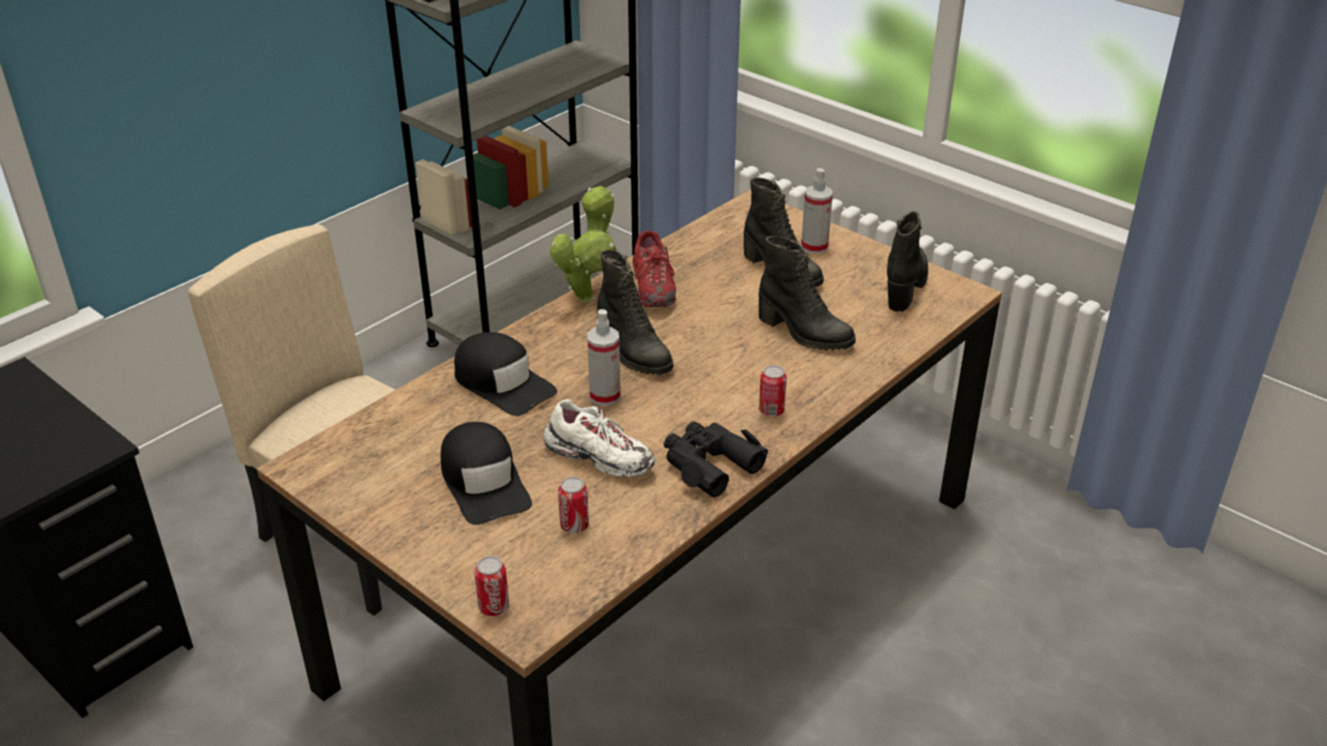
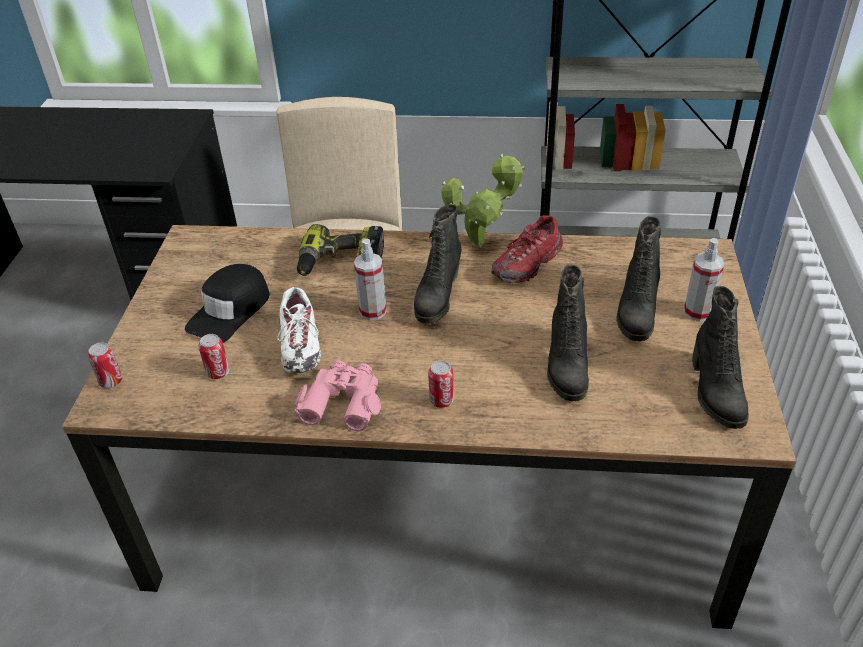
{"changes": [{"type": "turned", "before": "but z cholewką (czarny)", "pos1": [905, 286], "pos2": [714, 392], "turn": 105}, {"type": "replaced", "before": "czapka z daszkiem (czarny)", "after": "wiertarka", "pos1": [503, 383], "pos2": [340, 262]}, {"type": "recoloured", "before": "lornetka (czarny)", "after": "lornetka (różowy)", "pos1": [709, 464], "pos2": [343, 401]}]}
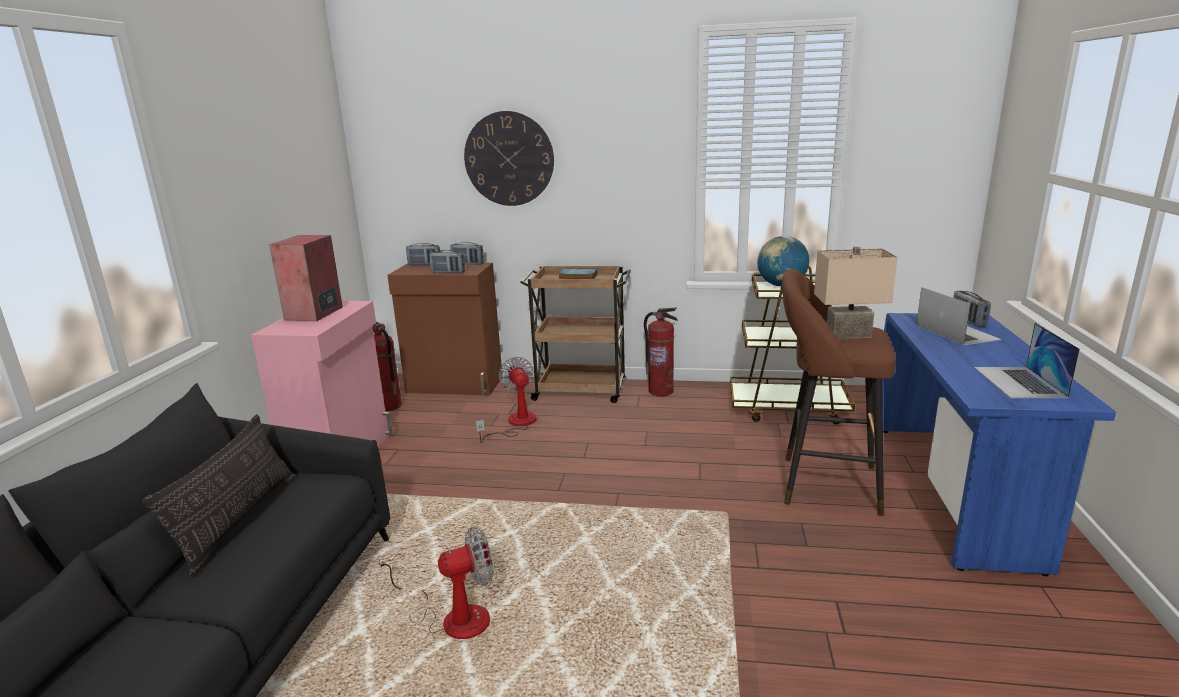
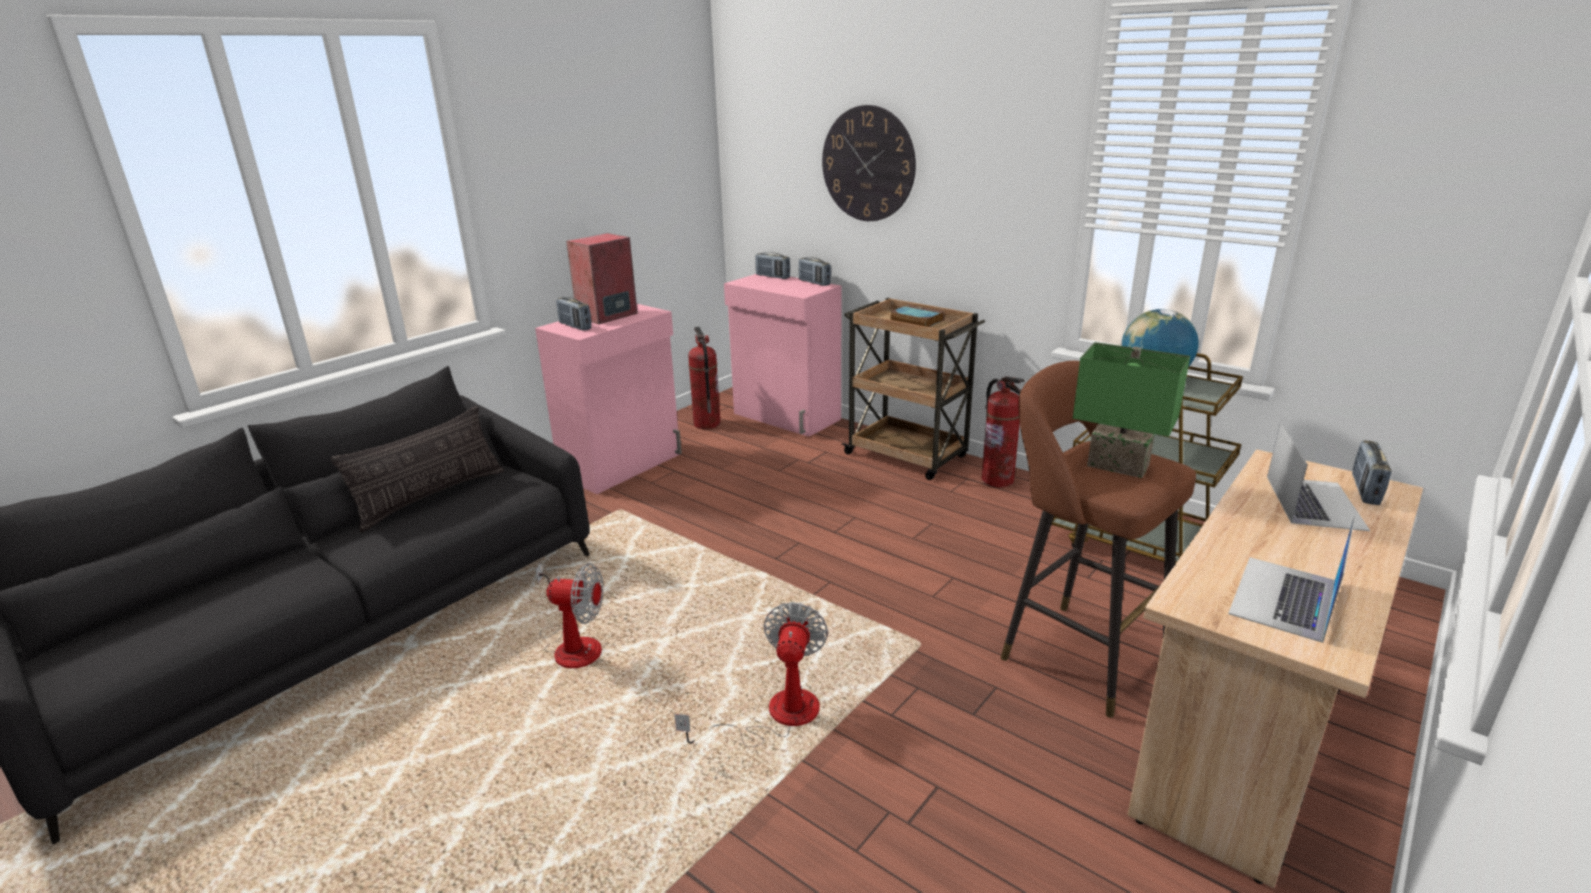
{"changes": [{"type": "recoloured", "before": "lampa stołowa (beżowy)", "after": "lampa stołowa (zielony)", "pos1": [848, 333], "pos2": [1119, 464]}, {"type": "moved", "before": "radio", "pos1": [448, 272], "pos2": [575, 326]}, {"type": "recoloured", "before": "szafka (brązowy)", "after": "szafka (różowy)", "pos1": [455, 385], "pos2": [786, 417]}, {"type": "recoloured", "before": "biurko (niebieski)", "after": "biurko (beżowy)", "pos1": [952, 491], "pos2": [1251, 726]}, {"type": "moved", "before": "wentylator", "pos1": [515, 424], "pos2": [776, 716]}]}
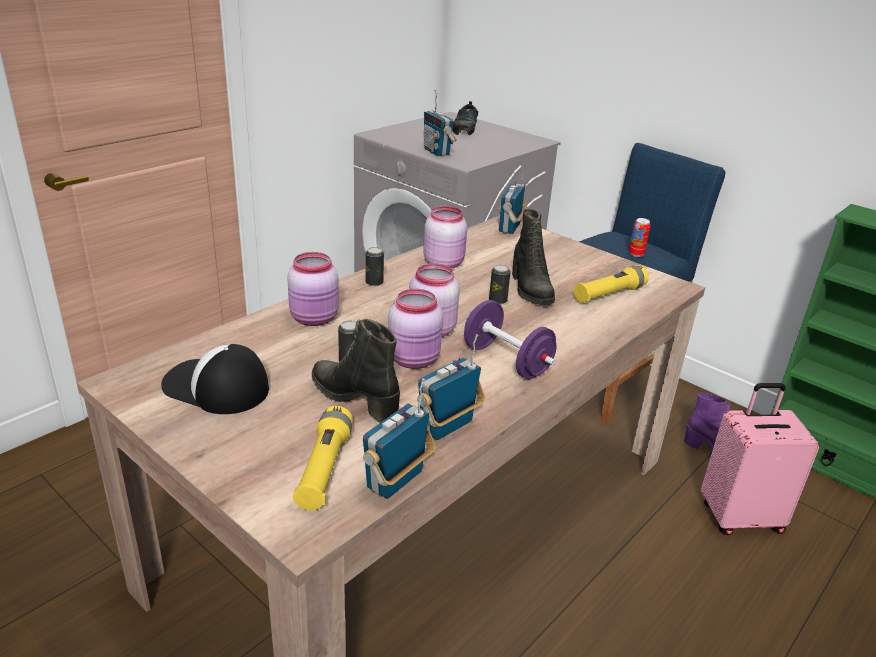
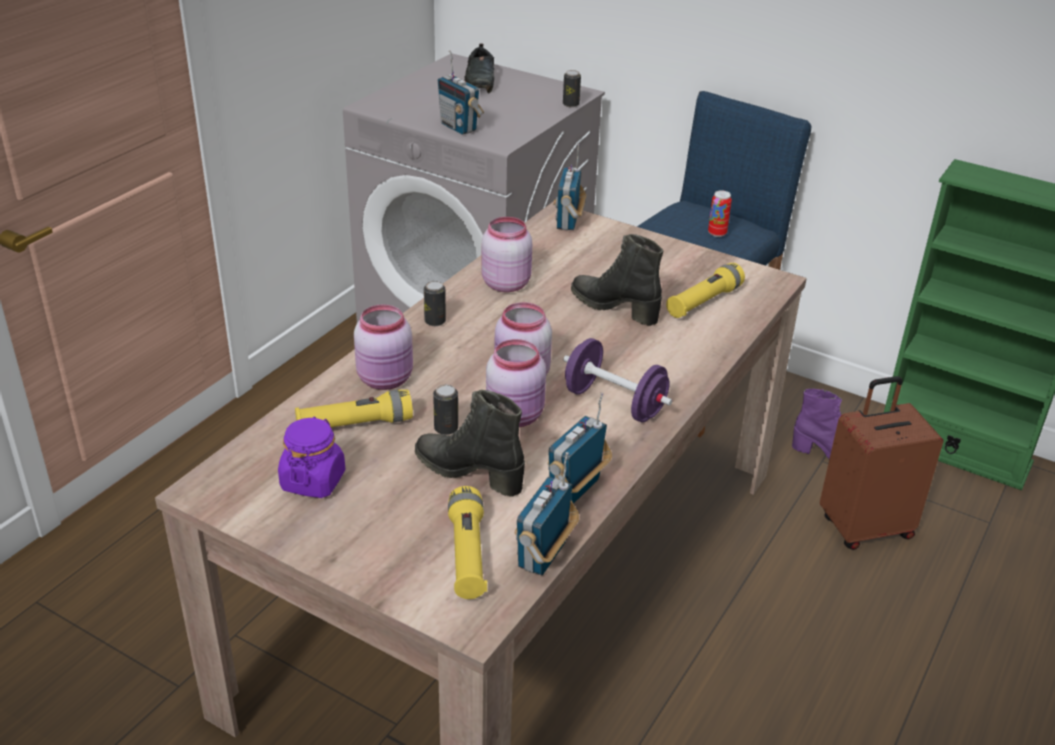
{"changes": [{"type": "turned", "before": "but z cholewką (czarny)", "pos1": [530, 290], "pos2": [615, 307], "turn": 150}, {"type": "moved", "before": "puszka", "pos1": [498, 300], "pos2": [571, 104]}, {"type": "replaced", "before": "czapka z daszkiem", "after": "słoik (fioletowy)", "pos1": [215, 387], "pos2": [313, 481]}, {"type": "recoloured", "before": "walizka (różowy)", "after": "walizka (brązowy)", "pos1": [739, 516], "pos2": [864, 526]}, {"type": "added", "after": "latarka (żółty)", "pos2": [355, 425]}]}
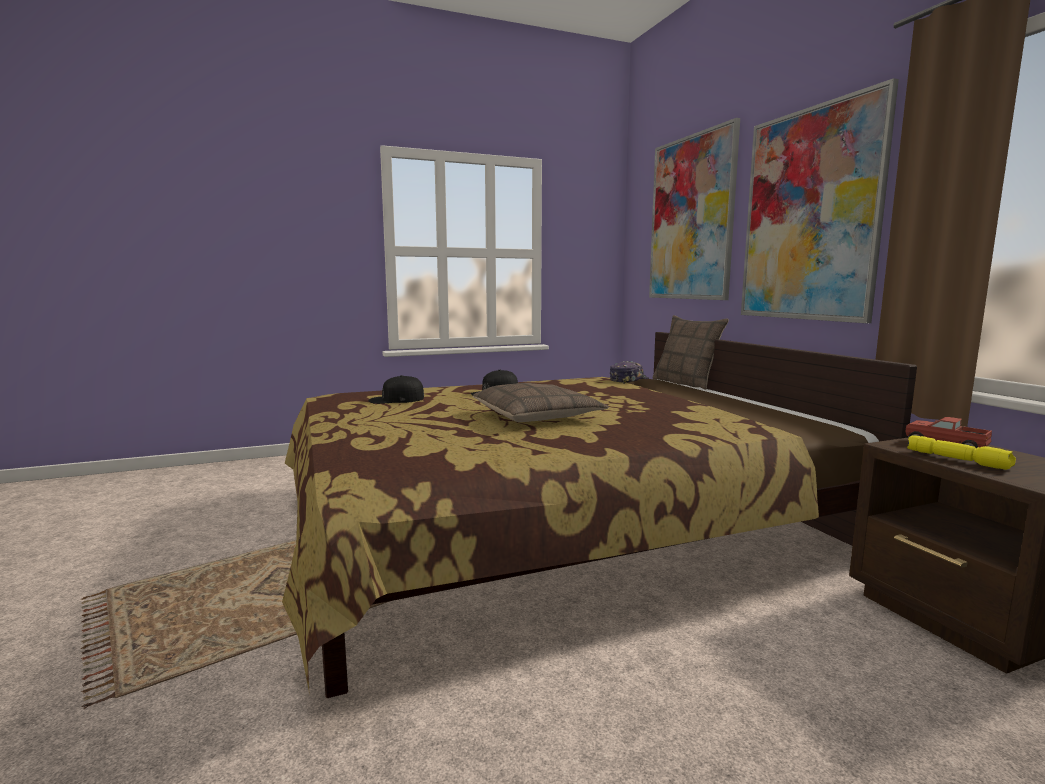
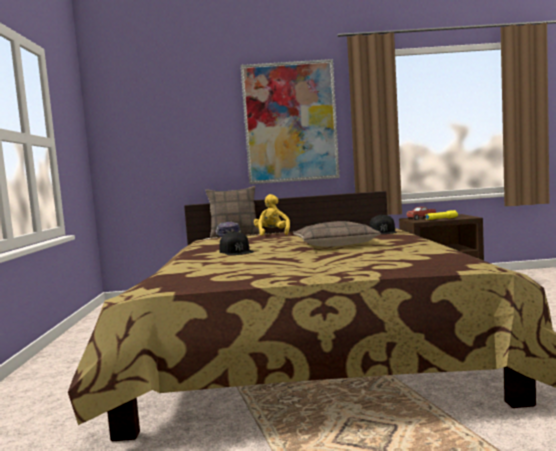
{"changes": [{"type": "removed", "before": "obraz", "pos1": [691, 218]}, {"type": "moved", "before": "czapka z daszkiem (czarny)", "pos1": [396, 399], "pos2": [383, 231]}, {"type": "added", "after": "pluszak (żółty)", "pos2": [272, 234]}]}
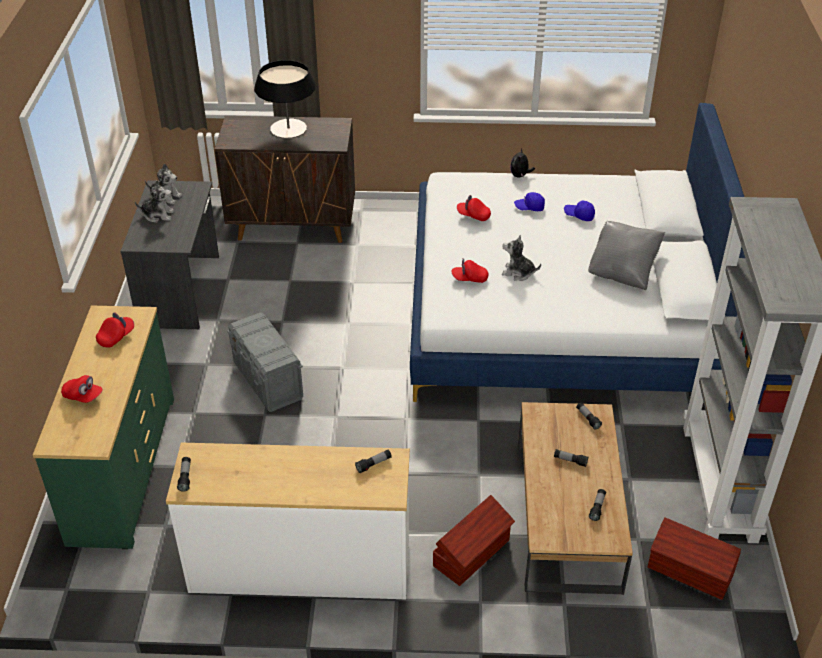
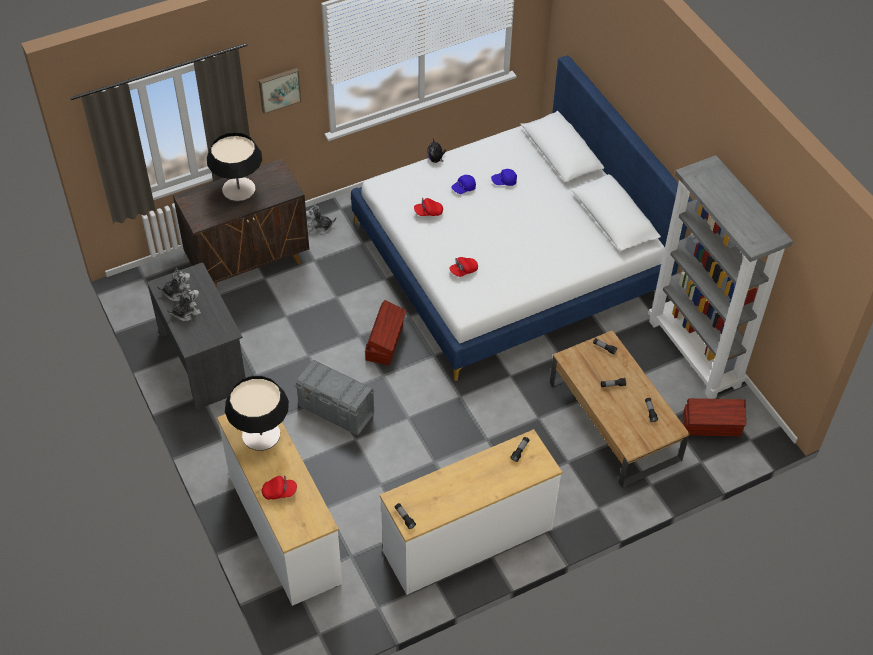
{"changes": [{"type": "removed", "before": "poduszka (szary)", "pos1": [623, 271]}, {"type": "moved", "before": "pluszak", "pos1": [518, 273], "pos2": [320, 228]}, {"type": "recoloured", "before": "komoda (zielony)", "after": "komoda (biały)", "pos1": [122, 469], "pos2": [283, 529]}, {"type": "replaced", "before": "czapka z daszkiem (czerwony)", "after": "lampa stołowa", "pos1": [116, 337], "pos2": [261, 434]}, {"type": "moved", "before": "pojemnik do przechowywania (brązowy)", "pos1": [473, 553], "pos2": [385, 342]}, {"type": "added", "after": "obraz", "pos2": [279, 89]}]}
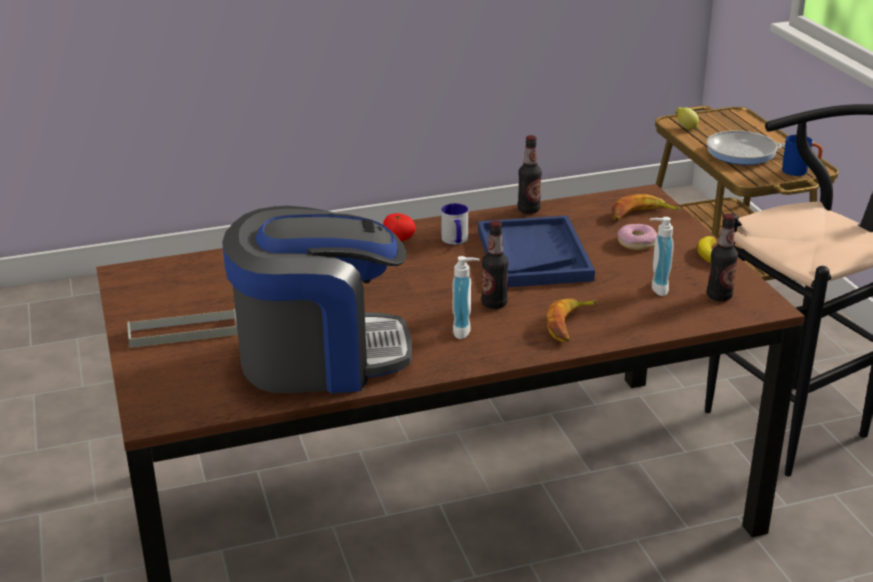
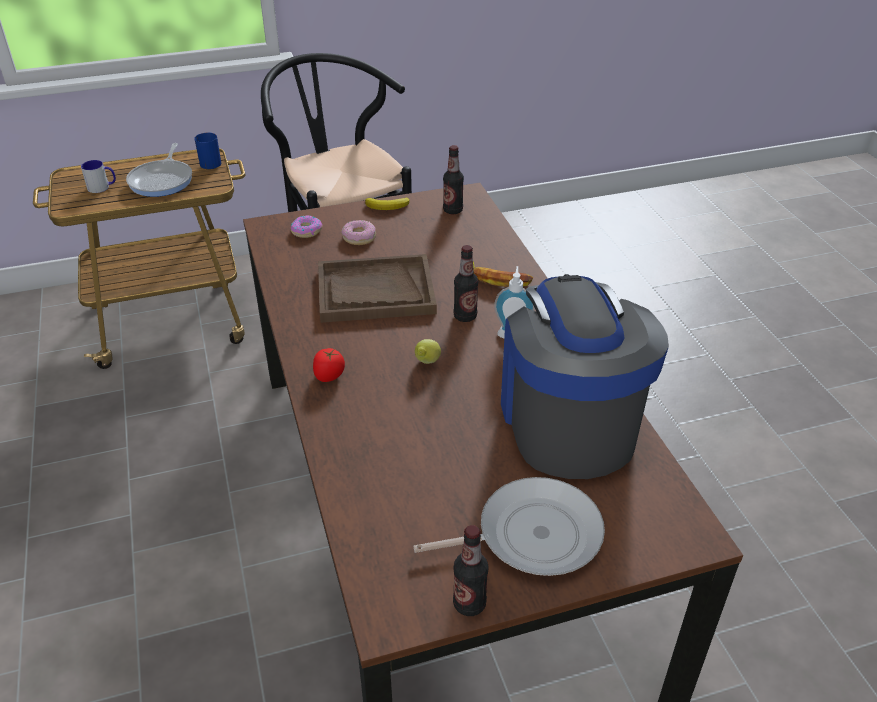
{"changes": [{"type": "moved", "before": "cytryna", "pos1": [686, 128], "pos2": [427, 362]}, {"type": "moved", "before": "butelka", "pos1": [528, 210], "pos2": [469, 604]}, {"type": "replaced", "before": "banan", "after": "donut", "pos1": [641, 215], "pos2": [306, 231]}, {"type": "moved", "before": "kubek", "pos1": [455, 241], "pos2": [102, 187]}, {"type": "recoloured", "before": "taca (niebieski)", "after": "taca (brązowy)", "pos1": [533, 255], "pos2": [375, 291]}, {"type": "removed", "before": "dozownik mydła", "pos1": [656, 288]}, {"type": "replaced", "before": "taca (szary)", "after": "patelnia", "pos1": [183, 332], "pos2": [531, 534]}]}
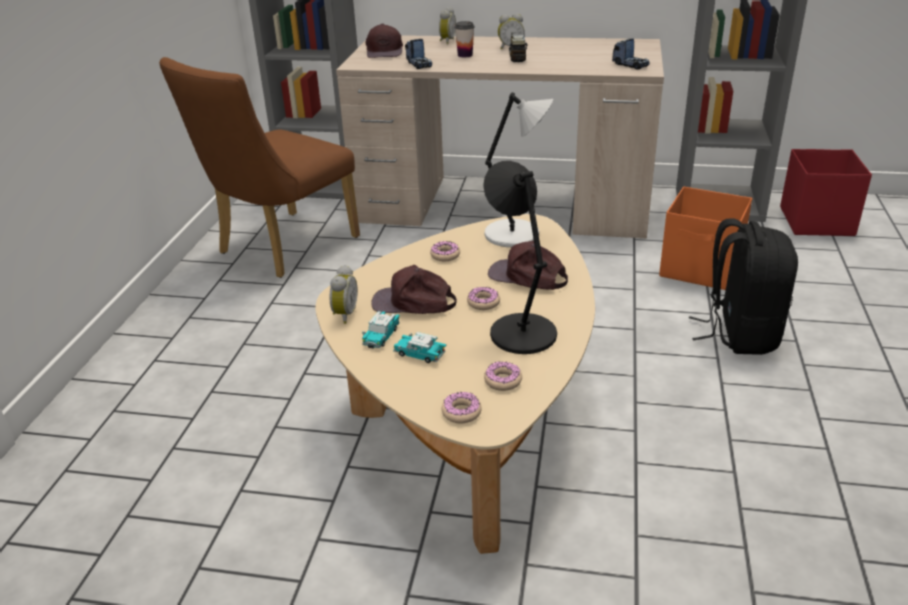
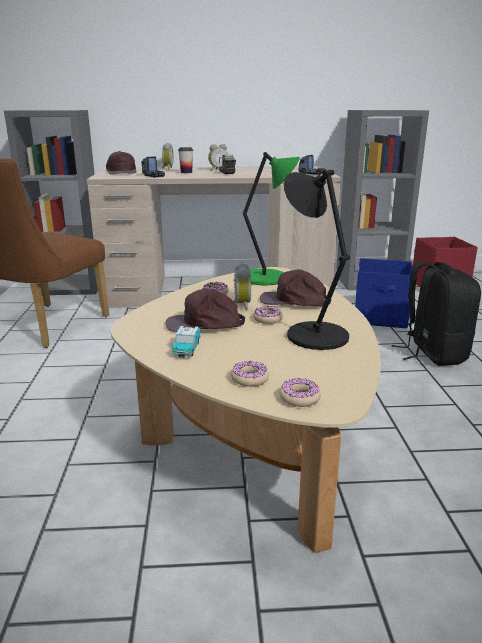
{"changes": [{"type": "recoloured", "before": "lampa stołowa (szary)", "after": "lampa stołowa (zielony)", "pos1": [515, 234], "pos2": [266, 278]}, {"type": "recoloured", "before": "pojemnik do przechowywania (pomarańczowy)", "after": "pojemnik do przechowywania (niebieski)", "pos1": [701, 269], "pos2": [381, 317]}, {"type": "moved", "before": "budzik", "pos1": [343, 314], "pos2": [240, 305]}, {"type": "removed", "before": "samochodzik", "pos1": [420, 354]}, {"type": "moved", "before": "donut", "pos1": [503, 381], "pos2": [250, 379]}]}
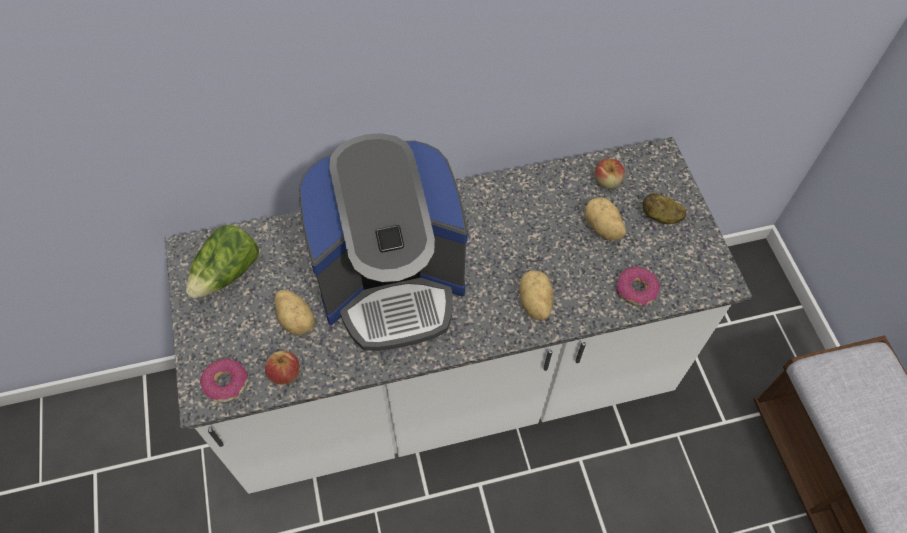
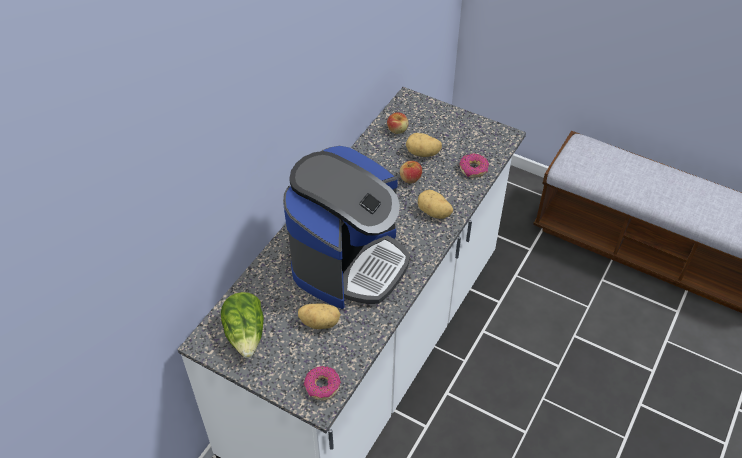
{"changes": [{"type": "removed", "before": "ziemniak", "pos1": [661, 217]}, {"type": "moved", "before": "jabłko", "pos1": [284, 373], "pos2": [410, 178]}]}
